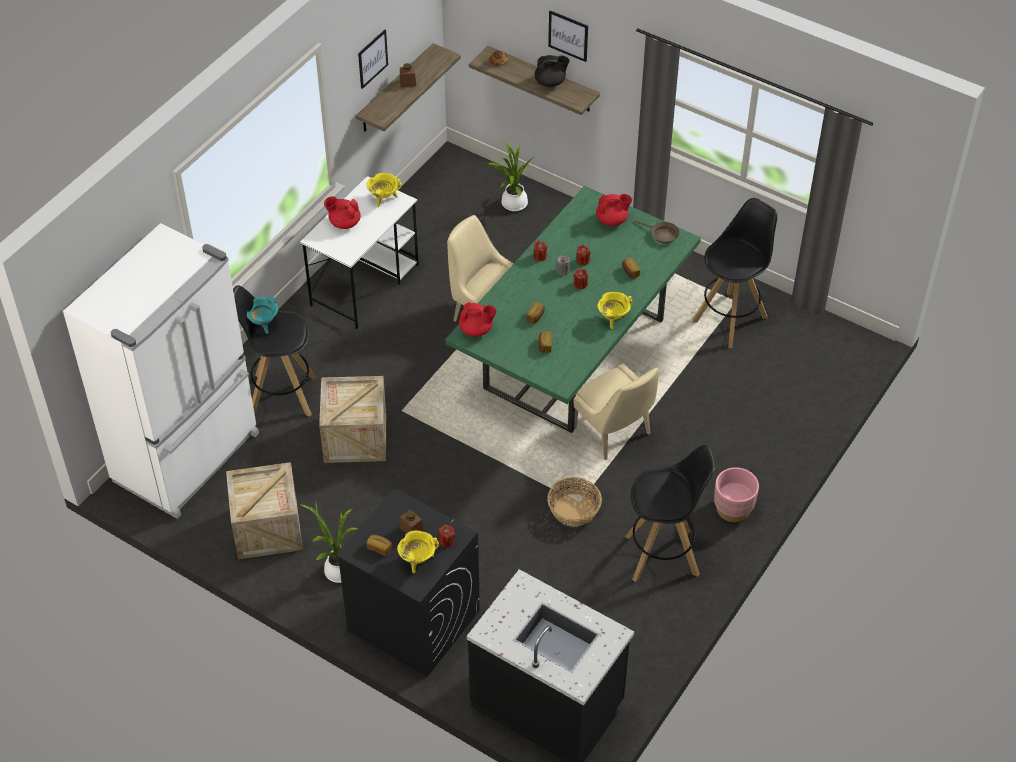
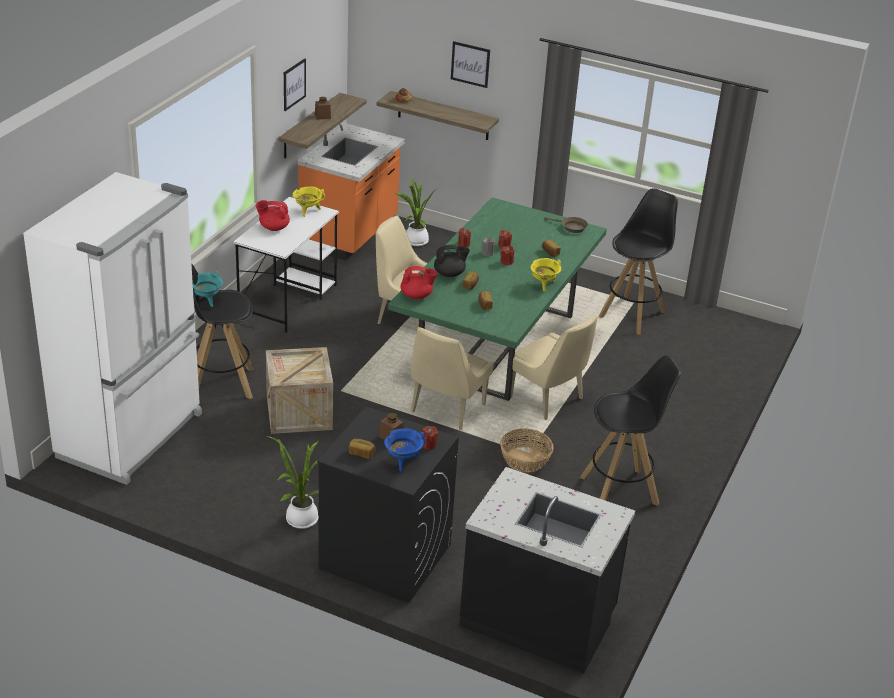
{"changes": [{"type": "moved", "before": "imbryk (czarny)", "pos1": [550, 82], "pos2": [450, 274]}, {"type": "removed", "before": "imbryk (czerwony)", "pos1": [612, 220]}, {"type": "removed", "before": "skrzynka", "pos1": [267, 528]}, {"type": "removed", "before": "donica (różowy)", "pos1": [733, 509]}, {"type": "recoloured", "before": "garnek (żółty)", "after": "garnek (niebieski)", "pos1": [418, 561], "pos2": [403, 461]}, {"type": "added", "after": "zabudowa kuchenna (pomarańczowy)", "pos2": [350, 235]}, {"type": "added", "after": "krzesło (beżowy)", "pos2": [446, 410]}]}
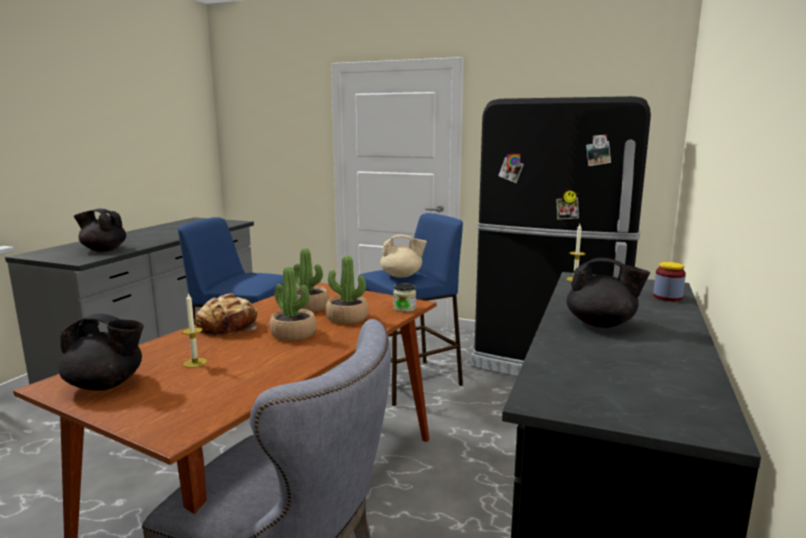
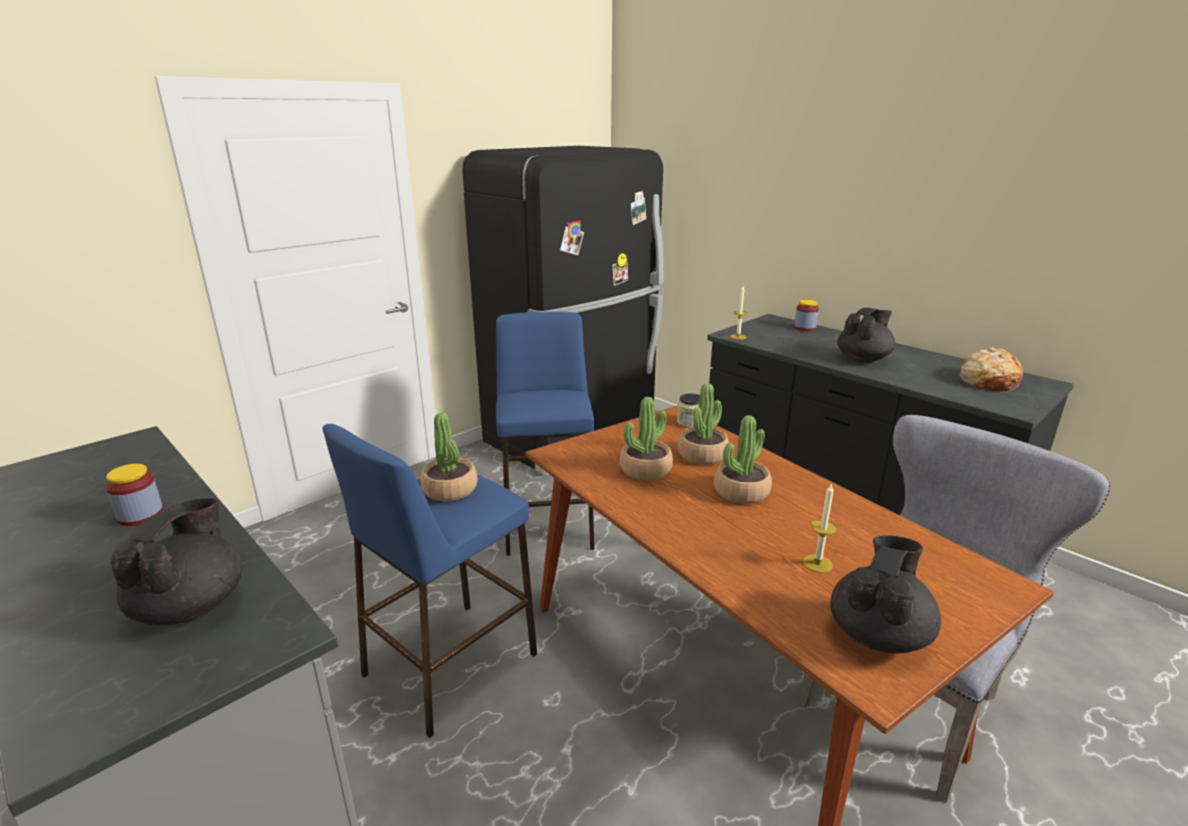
{"changes": [{"type": "turned", "before": "imbryk (czarny)", "pos1": [103, 249], "pos2": [192, 606], "turn": 150}, {"type": "removed", "before": "imbryk (beżowy)", "pos1": [402, 276]}, {"type": "moved", "before": "chleb", "pos1": [228, 327], "pos2": [988, 380]}, {"type": "added", "after": "roślina doniczkowa", "pos2": [450, 489]}, {"type": "added", "after": "słoik", "pos2": [140, 515]}]}
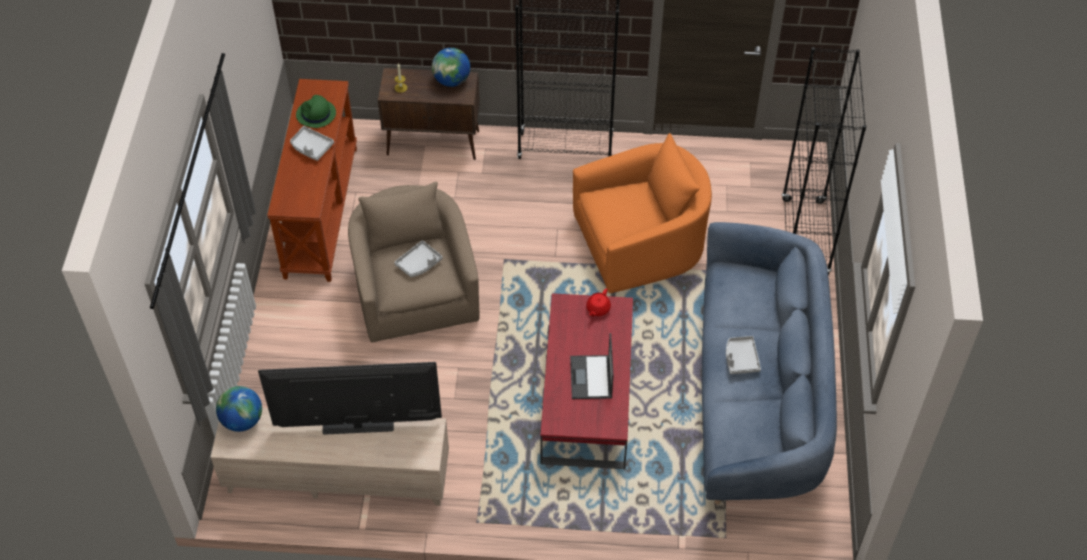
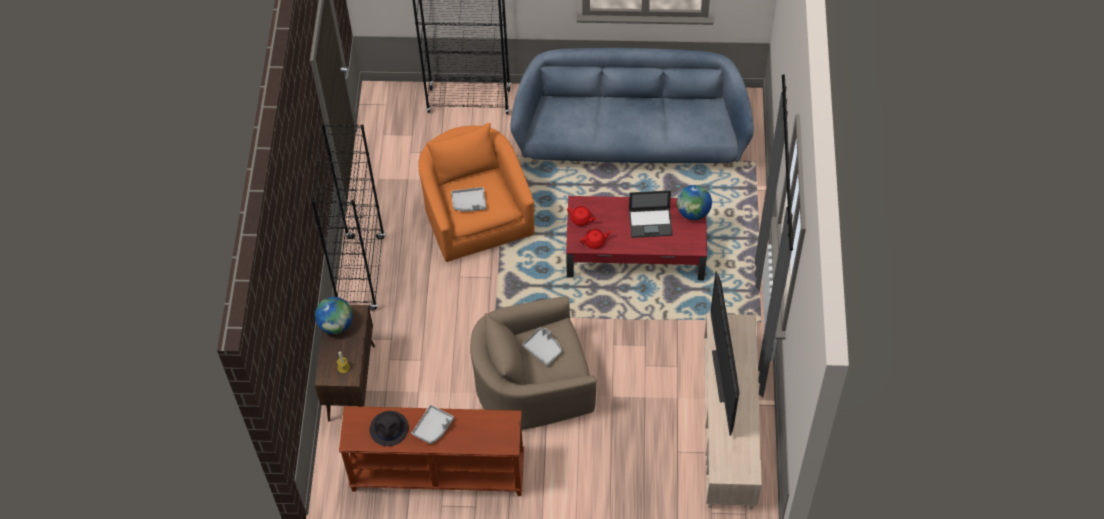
{"changes": [{"type": "recoloured", "before": "kapelusz (zielony)", "after": "kapelusz (czarny)", "pos1": [316, 114], "pos2": [389, 429]}, {"type": "moved", "before": "taca (szary)", "pos1": [741, 359], "pos2": [469, 203]}, {"type": "moved", "before": "globus", "pos1": [242, 420], "pos2": [693, 212]}, {"type": "added", "after": "imbryk (czerwony)", "pos2": [595, 242]}]}
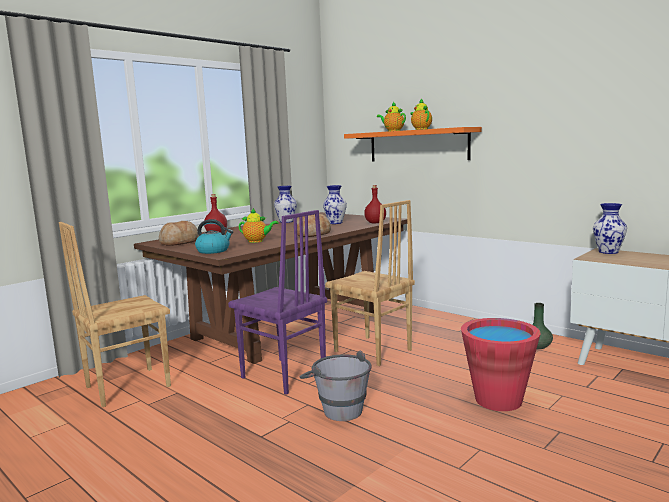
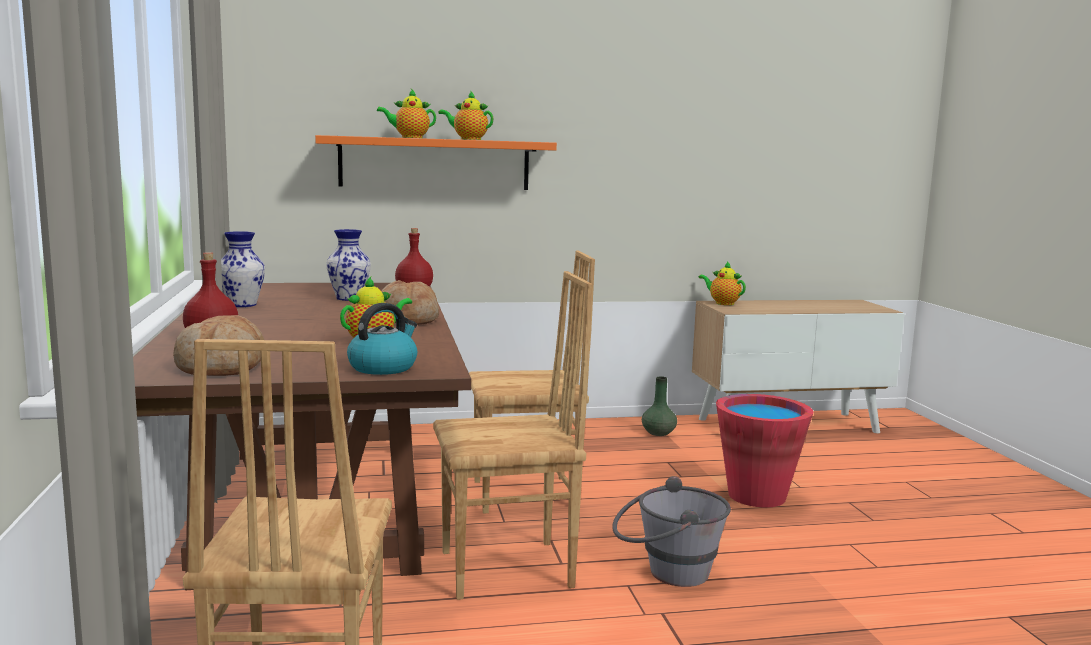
{"changes": [{"type": "replaced", "before": "wazon", "after": "imbryk", "pos1": [608, 252], "pos2": [722, 303]}, {"type": "recoloured", "before": "krzesło (fioletowy)", "after": "krzesło (brązowy)", "pos1": [283, 376], "pos2": [508, 570]}]}
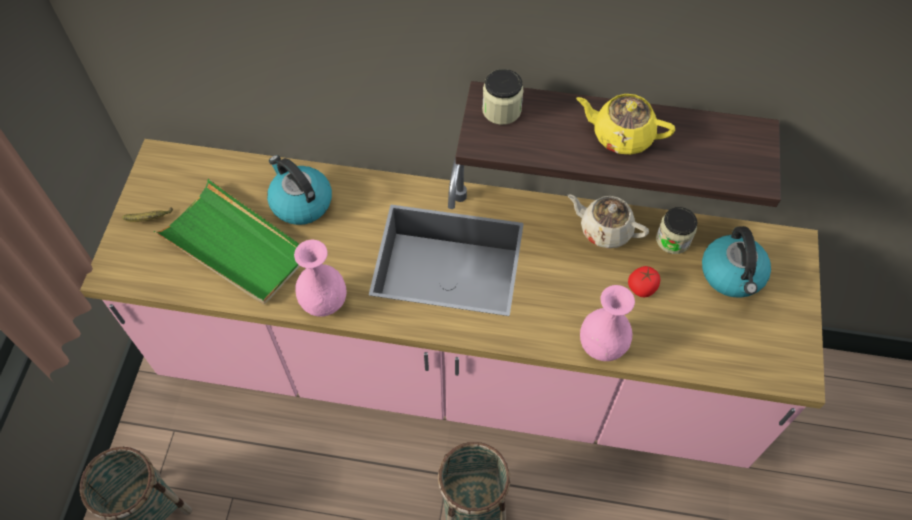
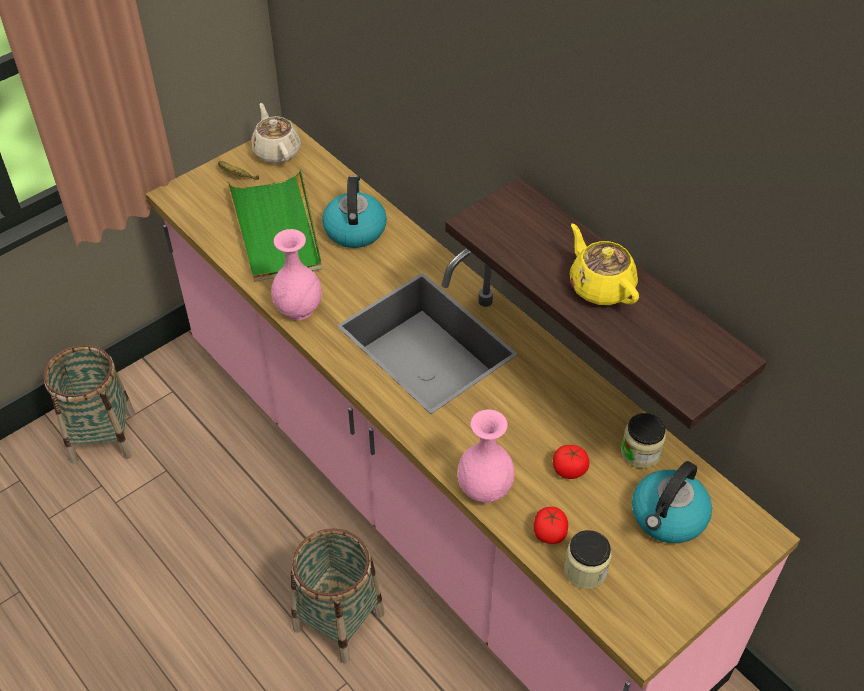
{"changes": [{"type": "moved", "before": "słoik", "pos1": [501, 110], "pos2": [585, 570]}, {"type": "moved", "before": "imbryk (beżowy)", "pos1": [604, 229], "pos2": [276, 151]}, {"type": "added", "after": "pomidor", "pos2": [549, 533]}]}
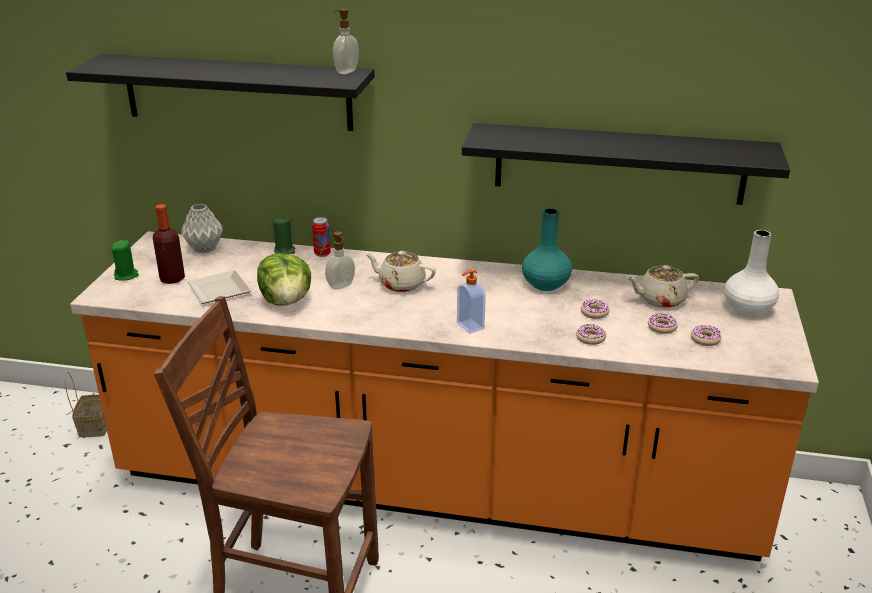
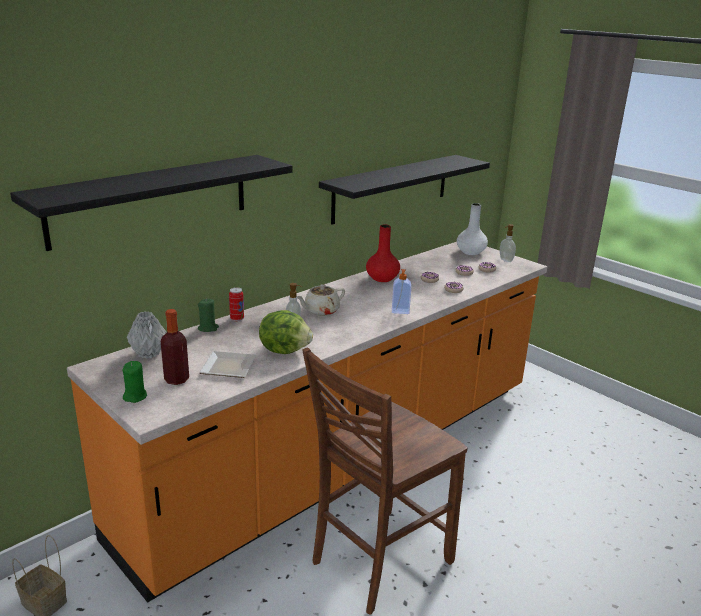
{"changes": [{"type": "moved", "before": "dozownik mydła", "pos1": [345, 71], "pos2": [505, 260]}, {"type": "recoloured", "before": "wazon (turkusowy)", "after": "wazon (czerwony)", "pos1": [545, 284], "pos2": [382, 278]}, {"type": "removed", "before": "imbryk (beżowy)", "pos1": [660, 300]}]}
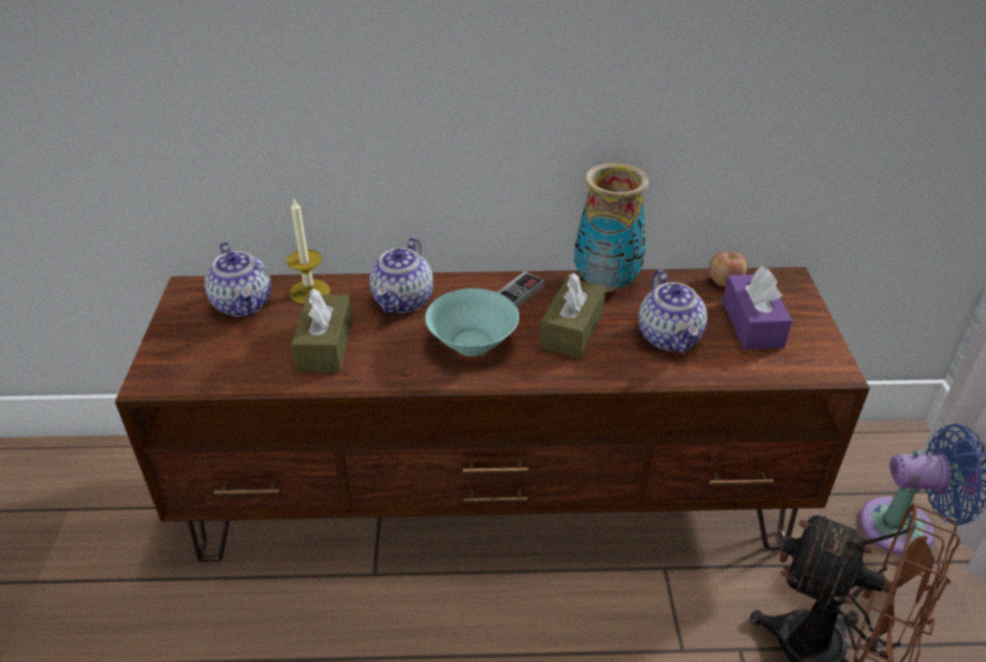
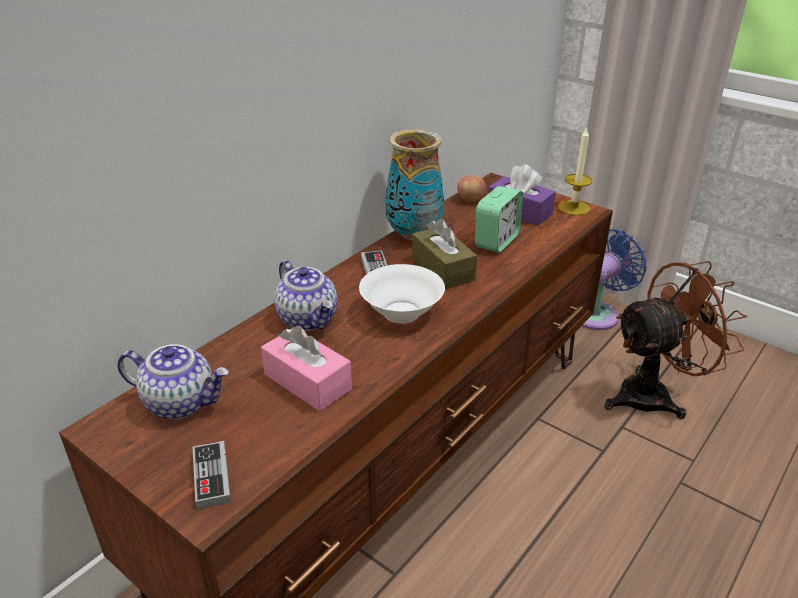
{"changes": [{"type": "moved", "before": "świeca", "pos1": [309, 292], "pos2": [574, 207]}, {"type": "replaced", "before": "imbryk", "after": "budzik", "pos1": [670, 337], "pos2": [497, 241]}, {"type": "recoloured", "before": "miska (turkusowy)", "after": "miska (biały)", "pos1": [472, 342], "pos2": [401, 312]}, {"type": "recoloured", "before": "pudełko chusteczek (brązowy)", "after": "pudełko chusteczek (różowy)", "pos1": [325, 346], "pos2": [307, 381]}, {"type": "added", "after": "pad do gier", "pos2": [211, 477]}]}
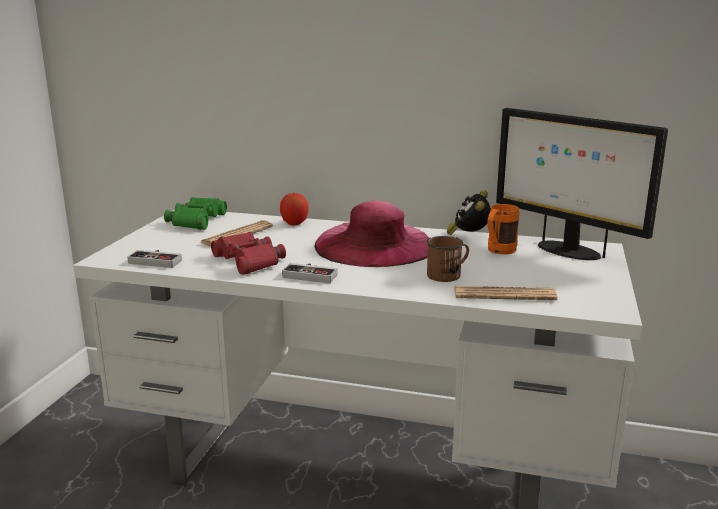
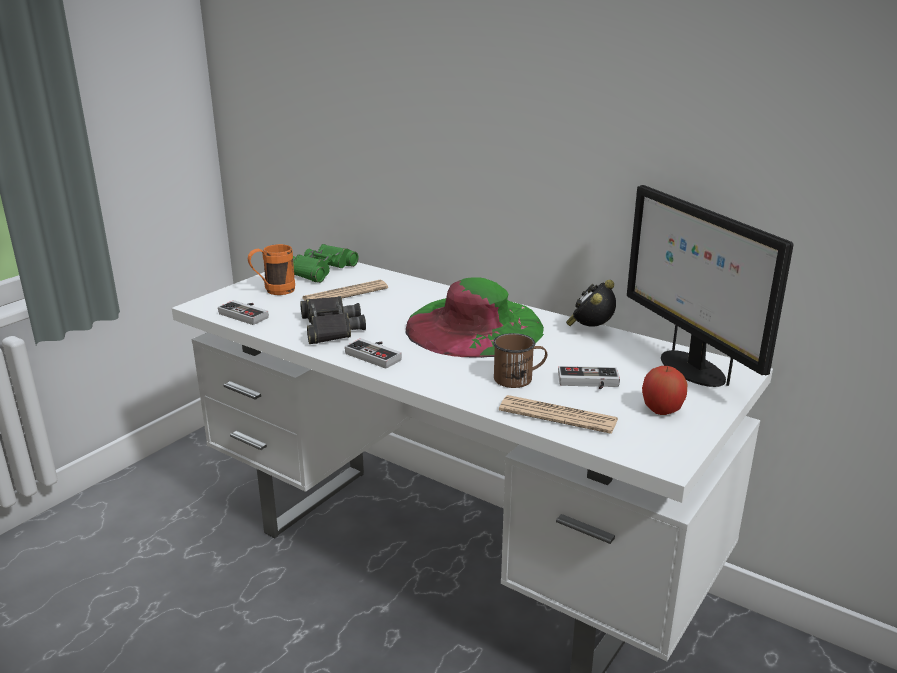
{"changes": [{"type": "moved", "before": "jabłko", "pos1": [294, 223], "pos2": [662, 410]}, {"type": "recoloured", "before": "kapelusz (różowy)", "after": "kapelusz (zielony)", "pos1": [374, 245], "pos2": [474, 326]}, {"type": "moved", "before": "kubek (pomarańczowy)", "pos1": [498, 251], "pos2": [273, 291]}, {"type": "recoloured", "before": "lornetka (czerwony)", "after": "lornetka (czarny)", "pos1": [249, 261], "pos2": [330, 328]}, {"type": "added", "after": "pad do gier", "pos2": [588, 383]}]}
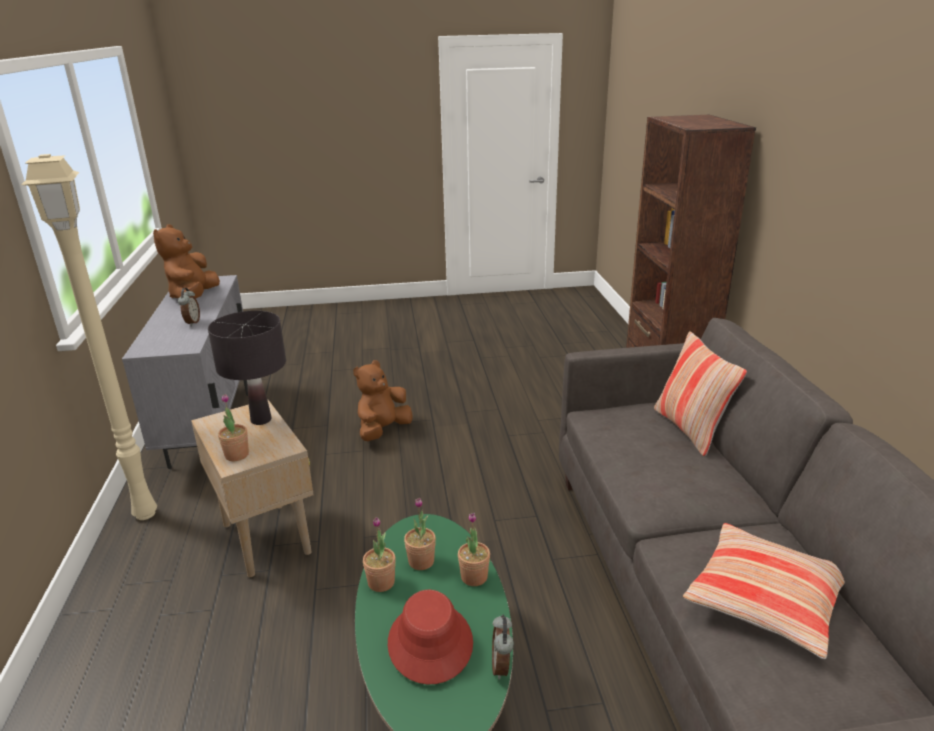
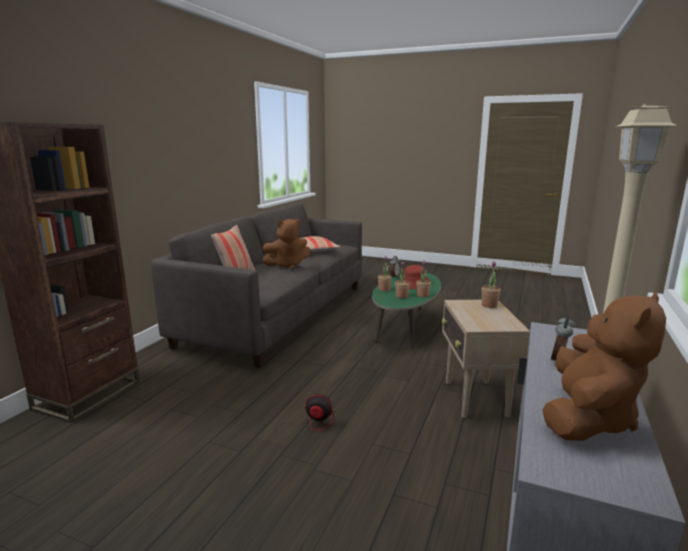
{"changes": [{"type": "removed", "before": "lampa stołowa (czarny)", "pos1": [261, 420]}, {"type": "moved", "before": "pluszak (brązowy)", "pos1": [383, 430], "pos2": [287, 265]}, {"type": "added", "after": "wentylator", "pos2": [306, 429]}]}
